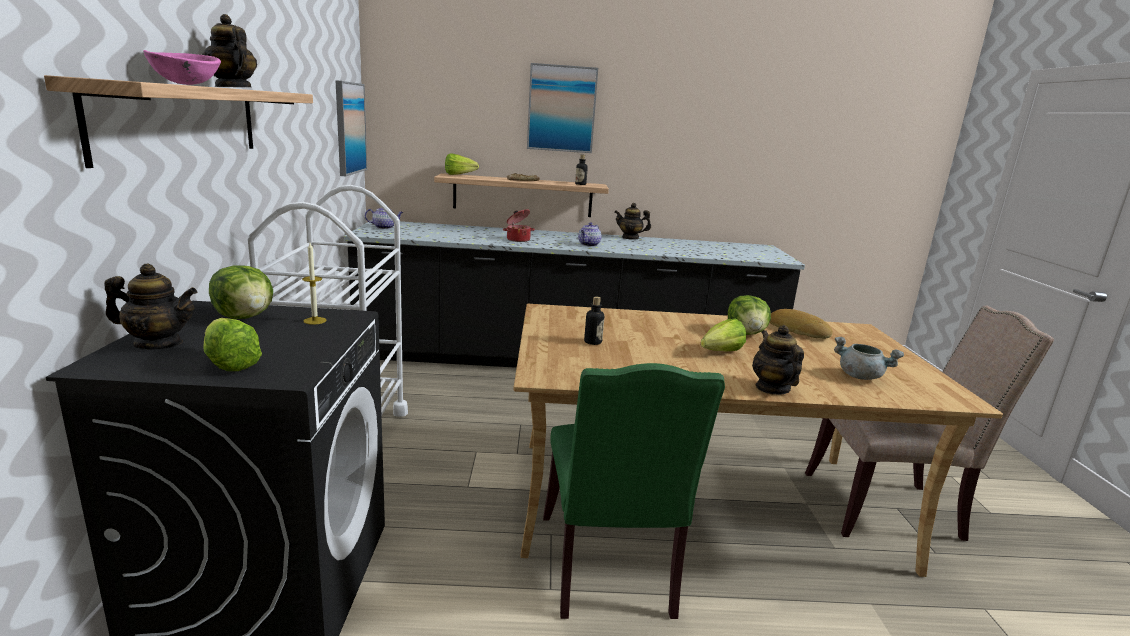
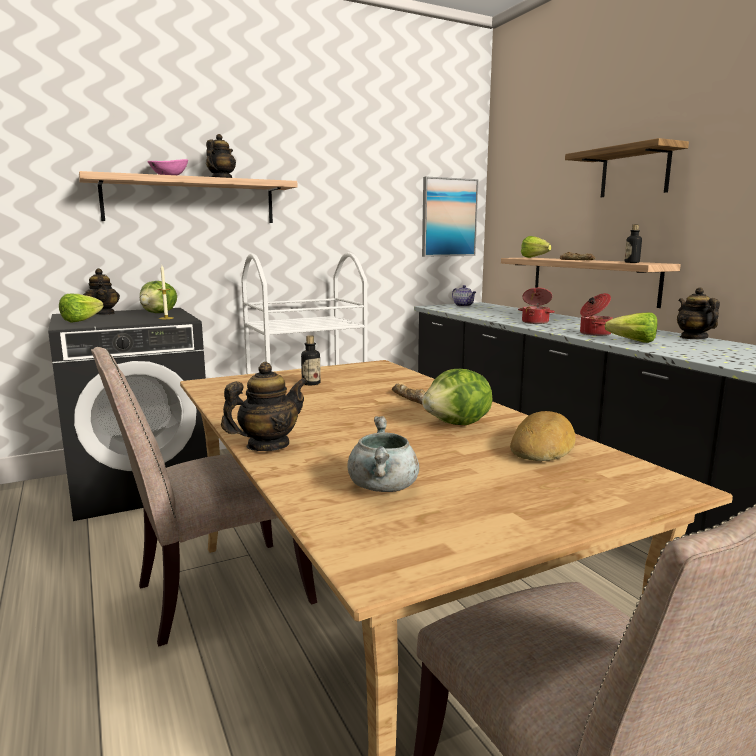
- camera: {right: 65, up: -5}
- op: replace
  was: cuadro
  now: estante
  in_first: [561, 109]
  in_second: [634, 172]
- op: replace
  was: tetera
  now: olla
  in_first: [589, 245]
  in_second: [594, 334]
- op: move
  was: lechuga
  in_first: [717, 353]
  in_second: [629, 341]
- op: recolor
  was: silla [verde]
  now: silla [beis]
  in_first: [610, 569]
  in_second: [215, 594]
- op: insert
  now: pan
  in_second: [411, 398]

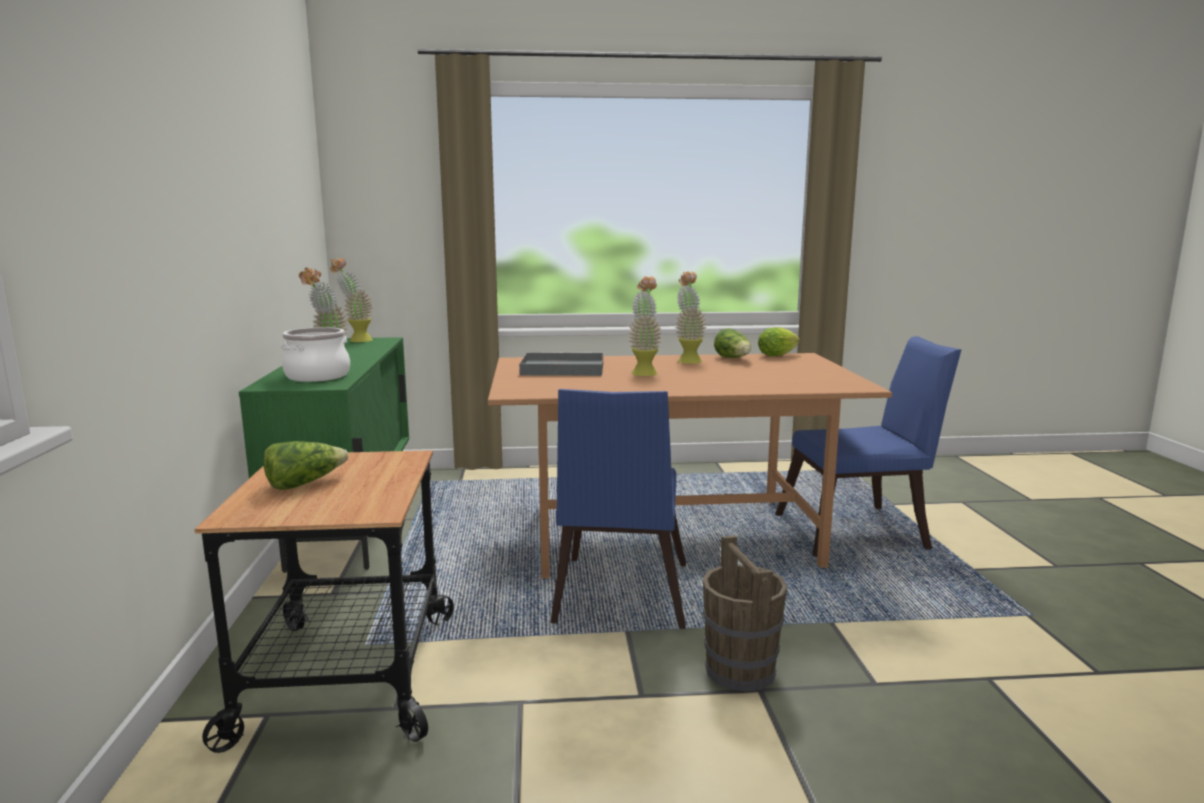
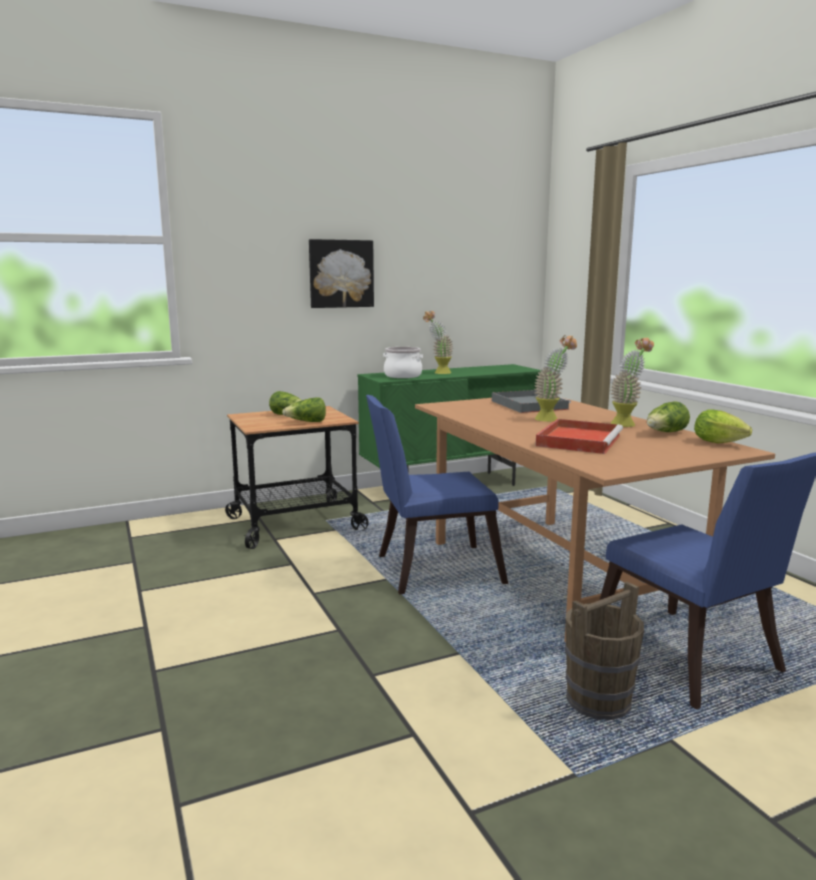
- camera: {right: 70, up: 0}
- op: delete
  was: planta en maceta
  in_first: [355, 340]
- op: move
  was: cubo [marrón]
  in_first: [740, 671]
  in_second: [597, 701]
- op: insert
  now: cuadro
  in_second: [340, 274]
- op: insert
  now: lechuga
  in_second: [307, 422]
- op: insert
  now: bandeja [rojo]
  in_second: [578, 440]

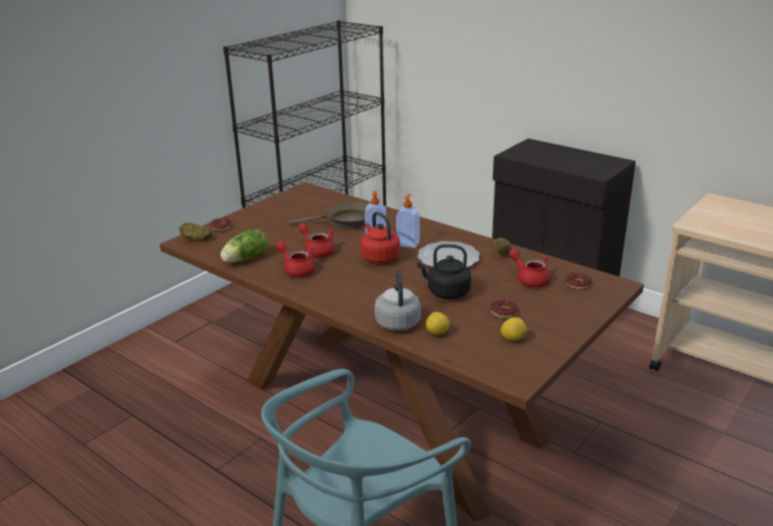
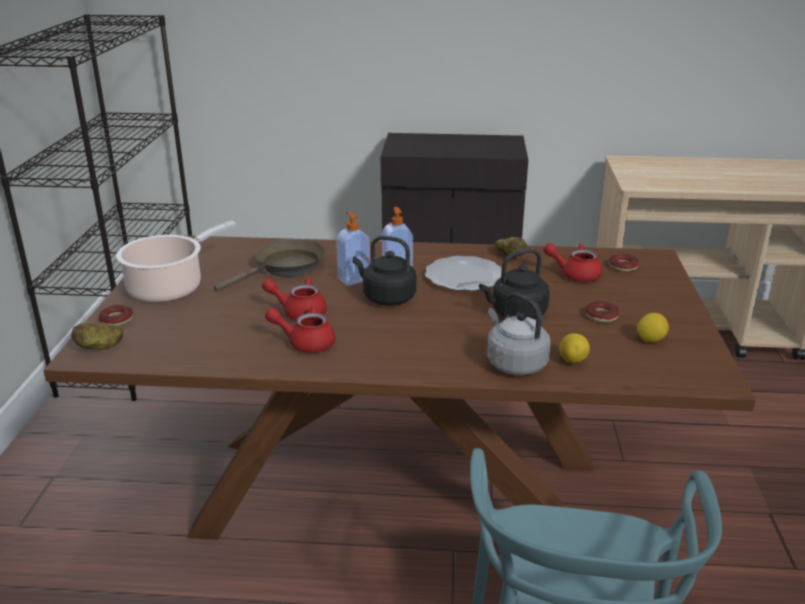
- camera: {right: -35, up: 0}
- op: recolor
  was: hervidor [rojo]
  now: hervidor [negro]
  in_first: [379, 257]
  in_second: [386, 297]
- op: delete
  was: lechuga
  in_first: [244, 259]
- op: insert
  now: olla
  in_second: [170, 287]

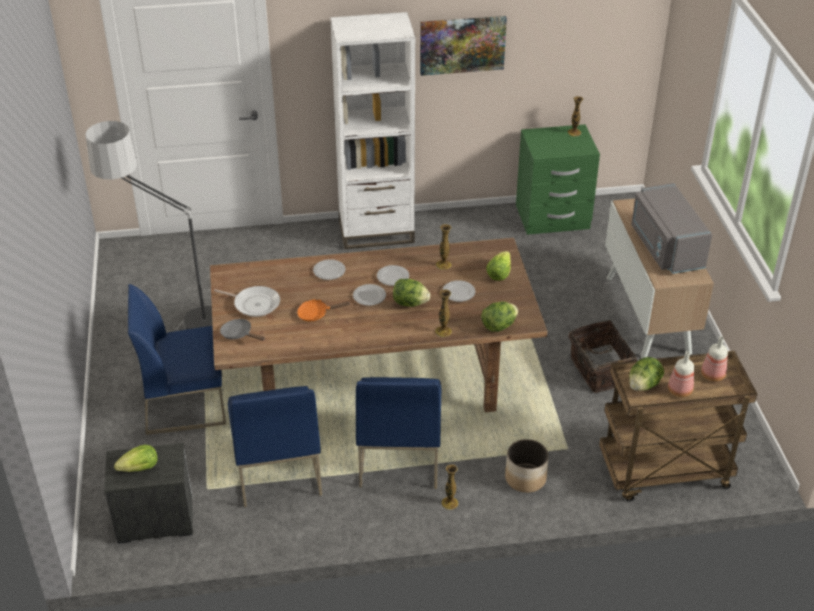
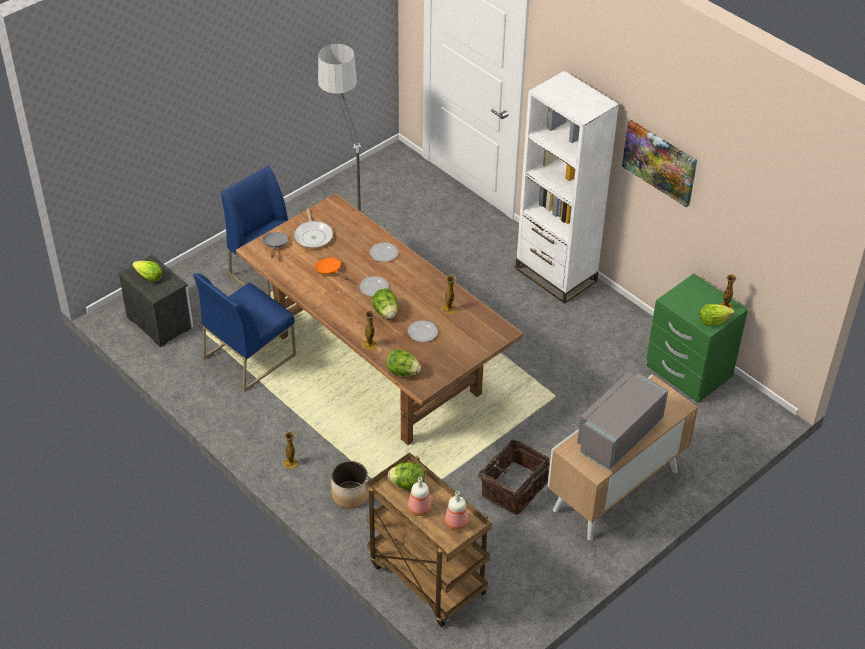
- camera: {right: 55, up: 5}
- op: move
  was: lechuga
  in_first: [499, 274]
  in_second: [713, 321]
- op: delete
  was: plato
  in_first: [393, 277]
- op: delete
  was: silla [azul]
  in_first: [398, 456]

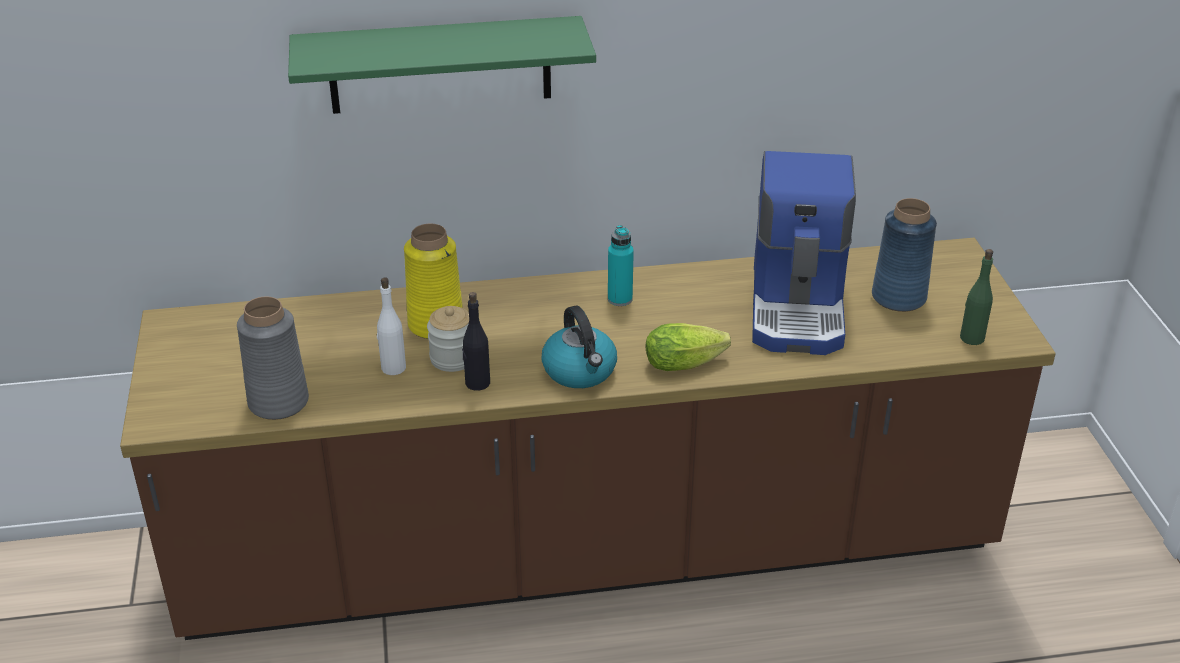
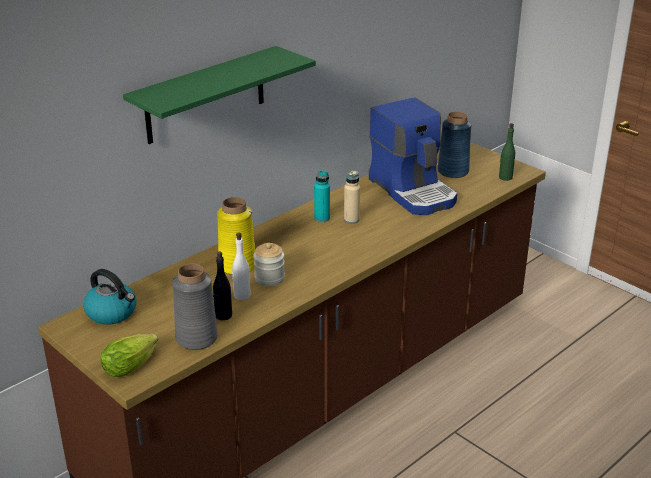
- camera: {right: -35, up: -5}
- op: move
  was: botella [negro]
  in_first: [477, 383]
  in_second: [223, 315]
- op: move
  was: hervidor
  in_first: [580, 371]
  in_second: [112, 313]
- op: move
  was: lechuga
  in_first: [688, 362]
  in_second: [133, 364]
- op: insert
  now: botella [beis]
  in_second: [351, 220]

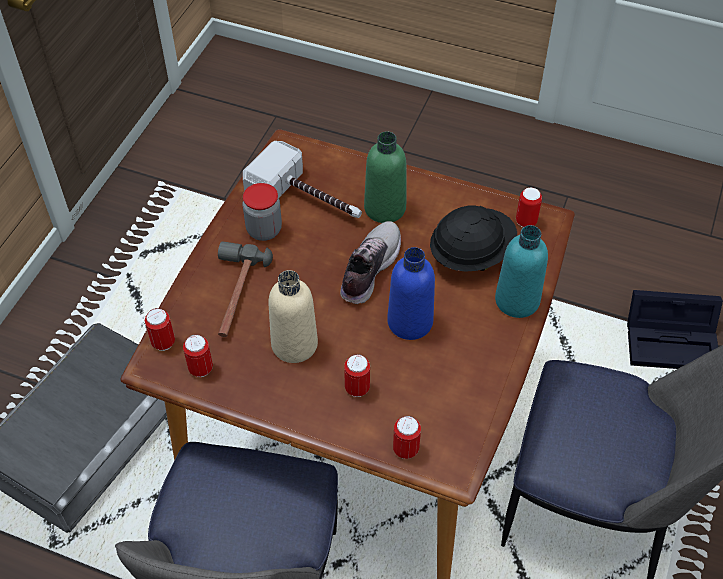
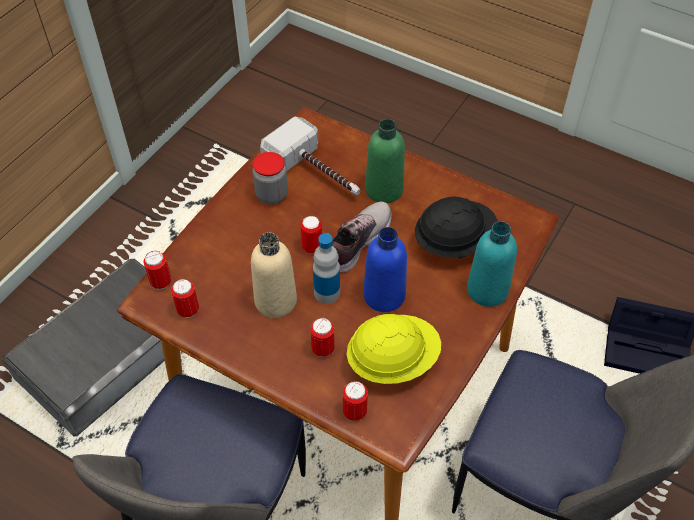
- camera: {right: 10, up: 0}
- op: move
  was: lata
  in_first: [526, 221]
  in_second: [312, 247]
- op: delete
  was: martillo
  in_first: [235, 295]
- op: insert
  now: botella
  in_second: [327, 292]
- op: insert
  now: casco [amarillo]
  in_second: [392, 361]

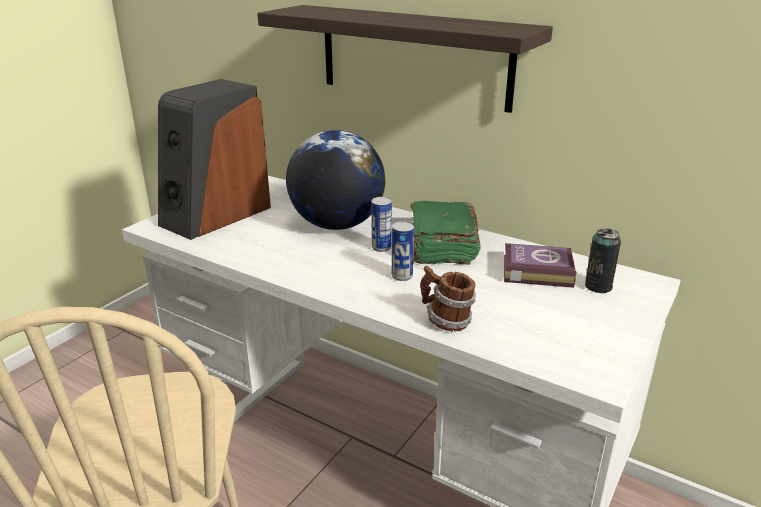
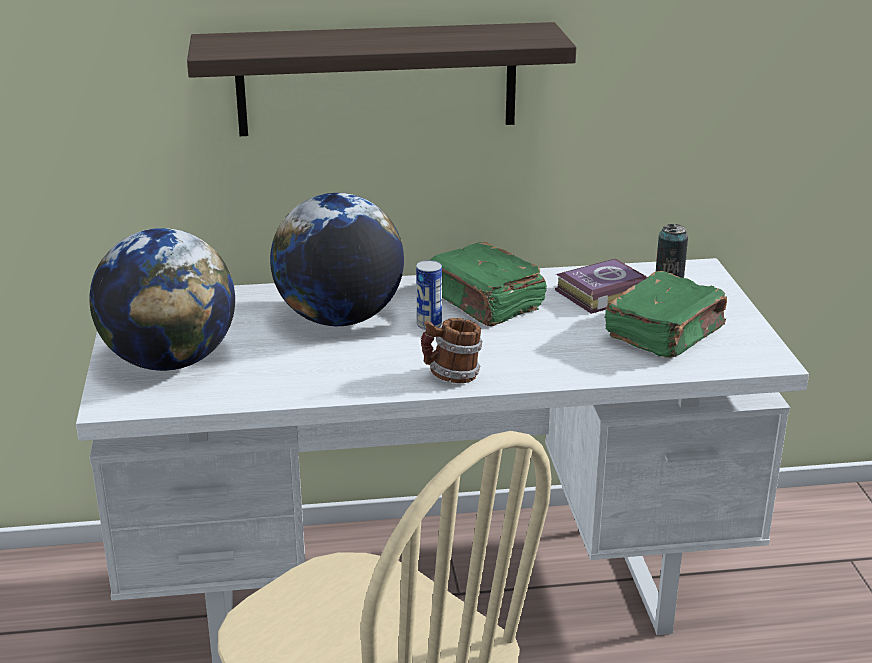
- camera: {right: -40, up: 0}
- op: replace
  was: altavoz
  now: globo terráqueo
  in_first: [215, 215]
  in_second: [170, 361]
- op: delete
  was: lata
  in_first: [402, 276]
- op: move
  was: taza grande
  in_first: [446, 321]
  in_second: [451, 376]
- op: insert
  now: libro [verde]
  in_second: [666, 334]

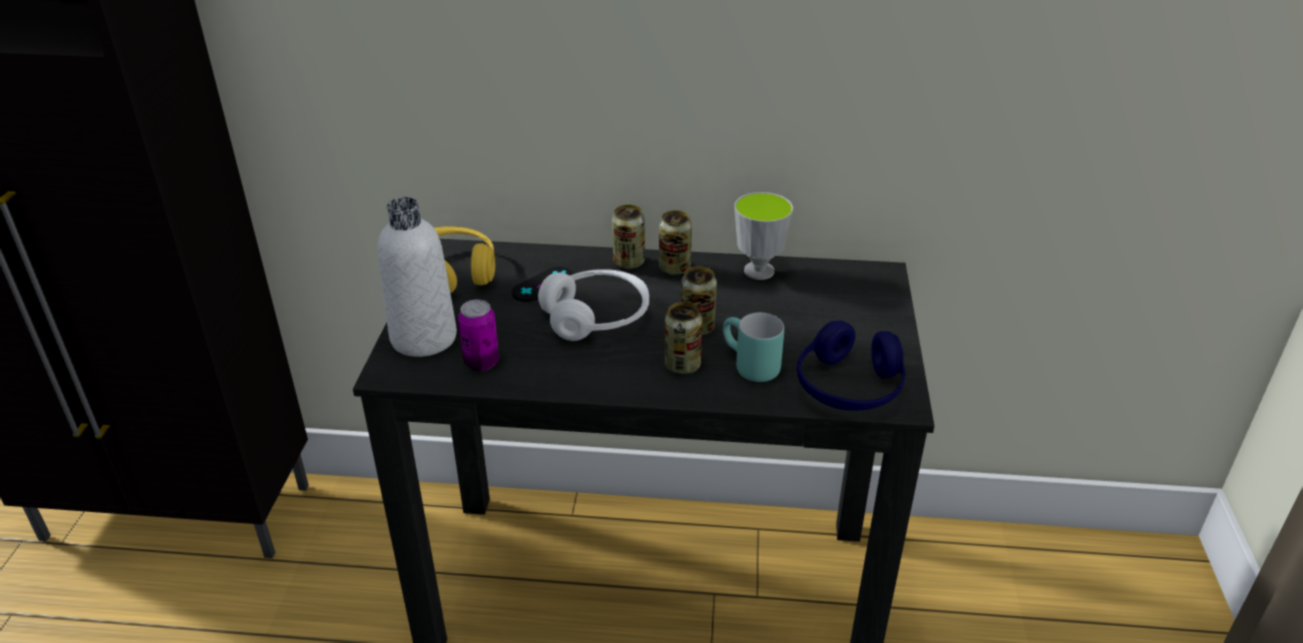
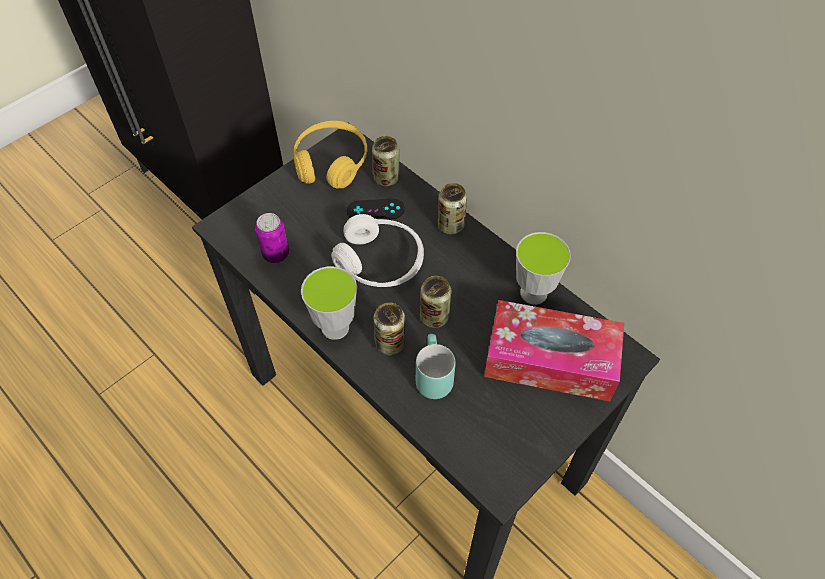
- camera: {right: 40, up: 20}
- op: delete
  was: botella [blanco]
  in_first: [423, 338]
- op: move
  was: lata
  in_first: [674, 268]
  in_second: [386, 178]
- op: delete
  was: auriculares [azul]
  in_first: [849, 387]
- op: insert
  now: taza
  in_second: [335, 327]
- op: insert
  now: caja de pañuelos
  in_second: [550, 360]

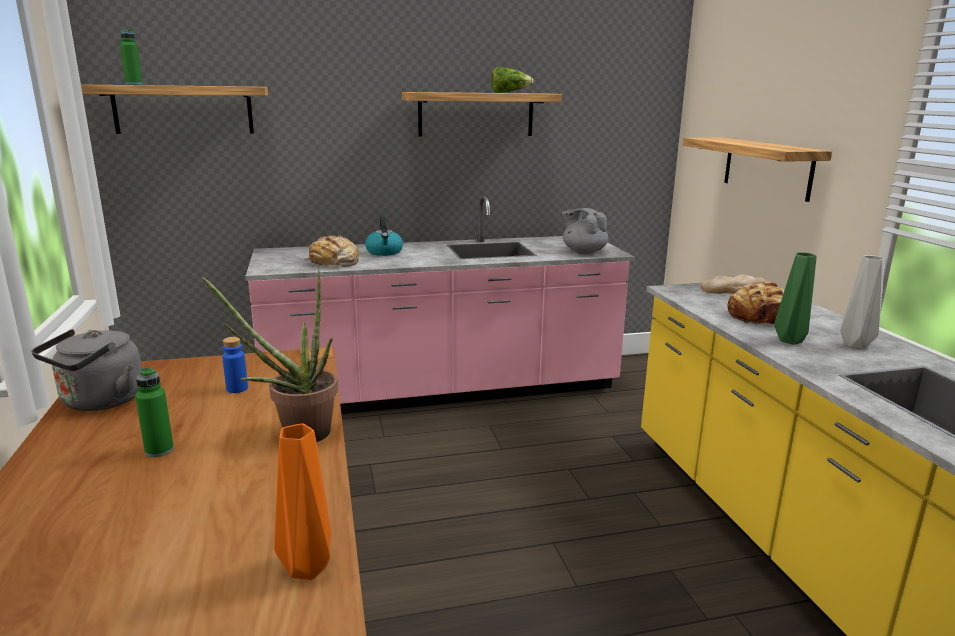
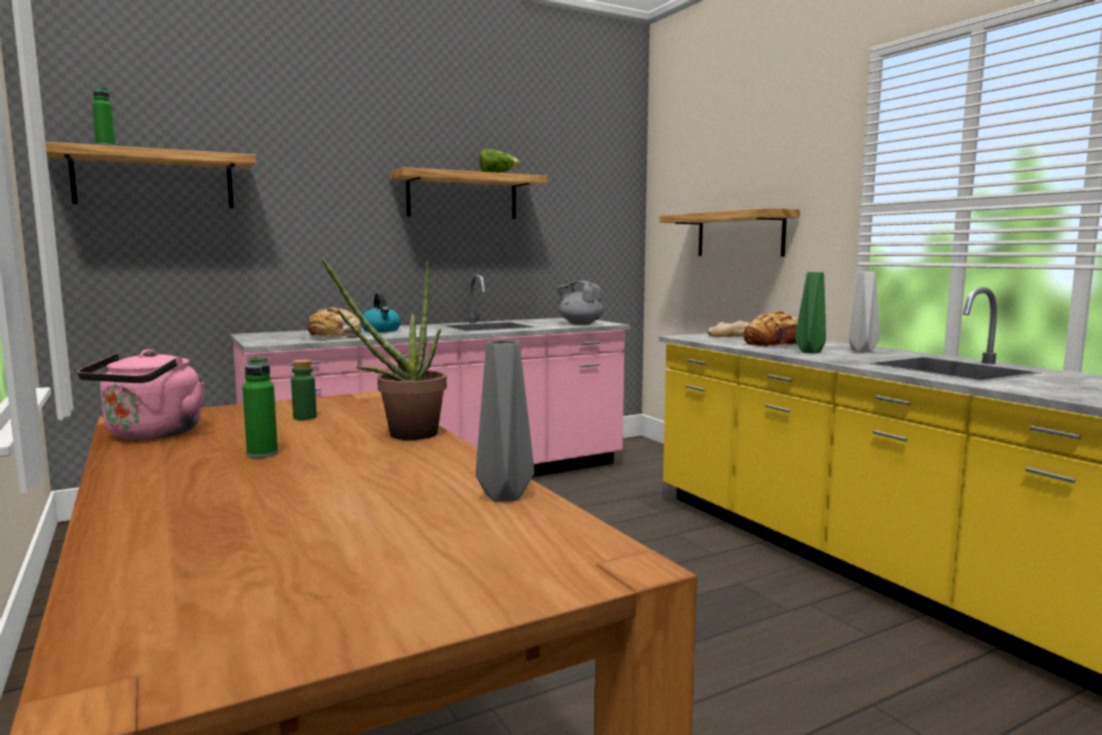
- camera: {right: -15, up: -10}
- op: recolor
  was: hervidor [gris]
  now: hervidor [rosa]
  in_first: [99, 402]
  in_second: [151, 434]
- op: recolor
  was: botella [azul]
  now: botella [verde]
  in_first: [237, 388]
  in_second: [305, 417]
- op: recolor
  was: florero [naranja]
  now: florero [gris]
  in_first: [304, 568]
  in_second: [502, 496]

